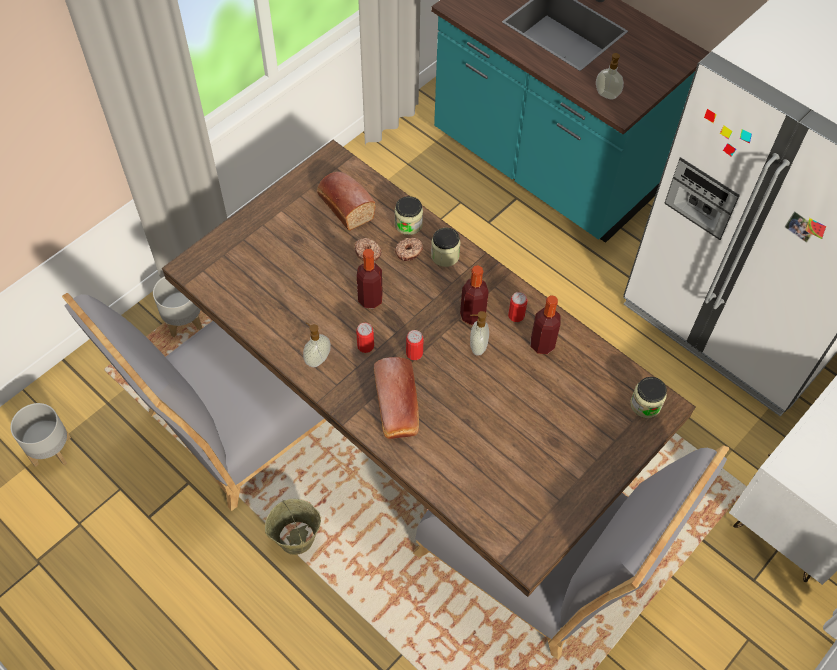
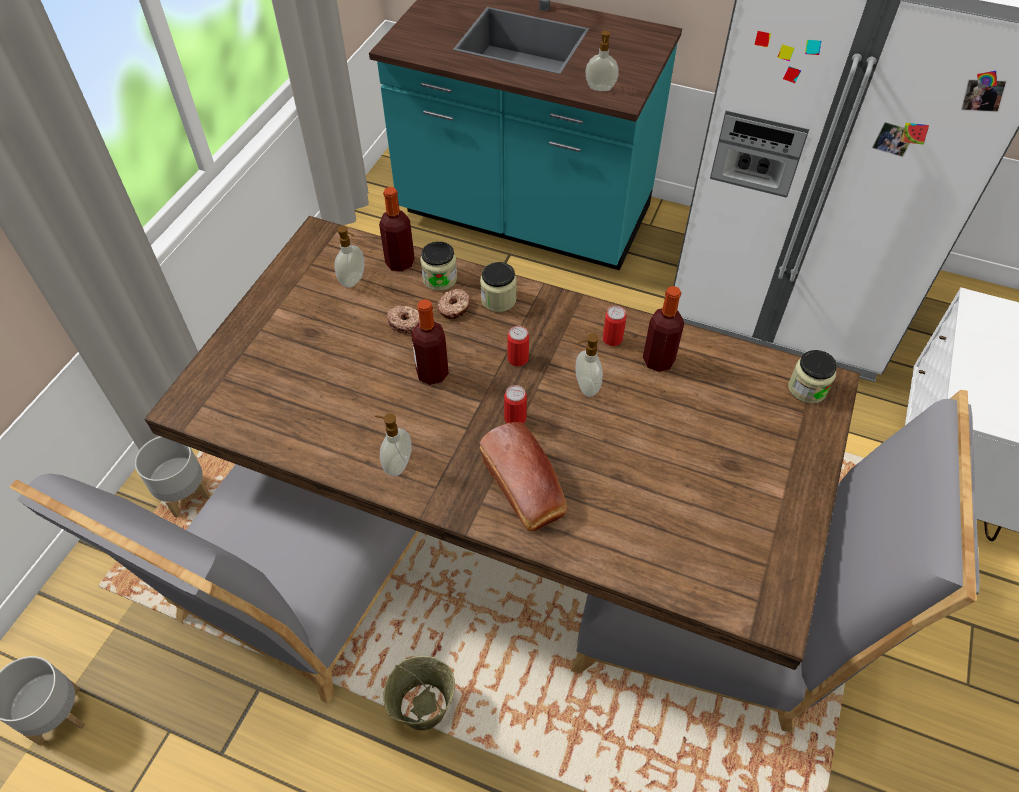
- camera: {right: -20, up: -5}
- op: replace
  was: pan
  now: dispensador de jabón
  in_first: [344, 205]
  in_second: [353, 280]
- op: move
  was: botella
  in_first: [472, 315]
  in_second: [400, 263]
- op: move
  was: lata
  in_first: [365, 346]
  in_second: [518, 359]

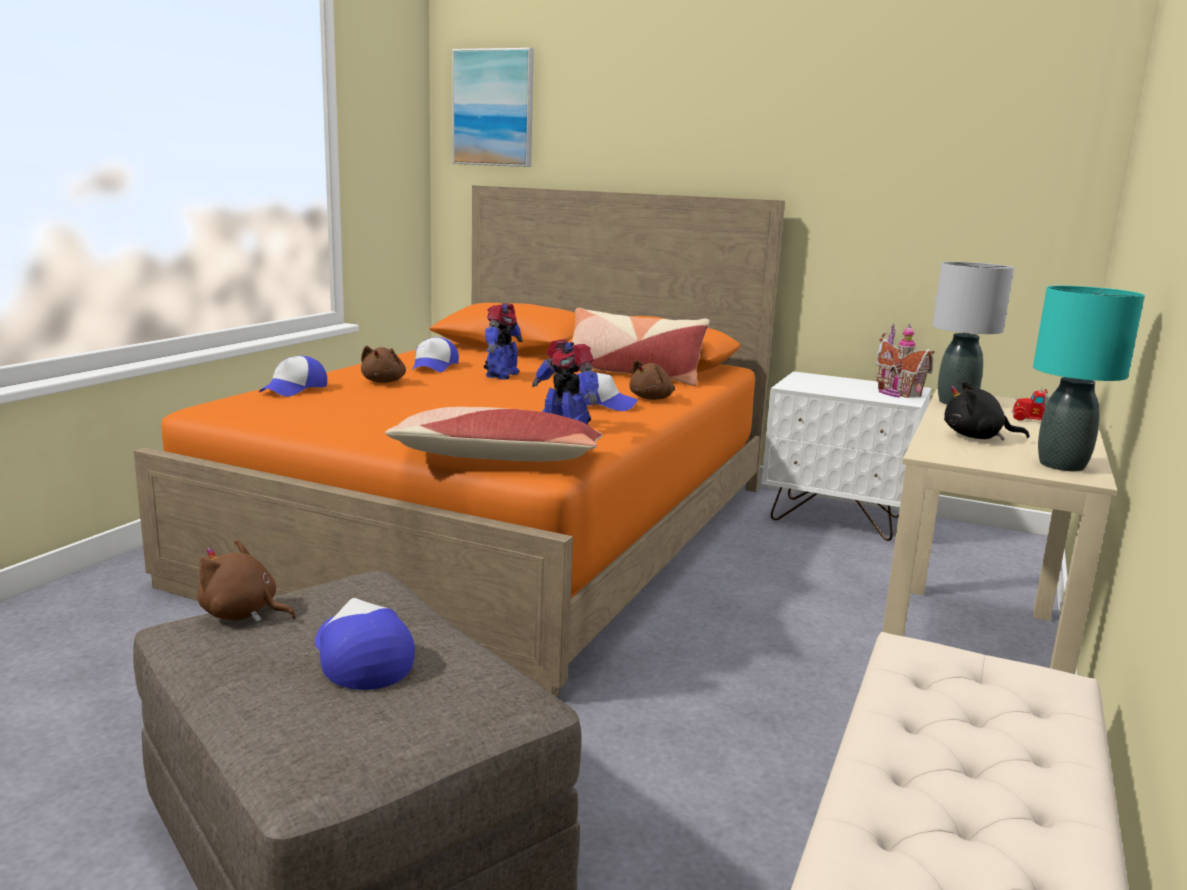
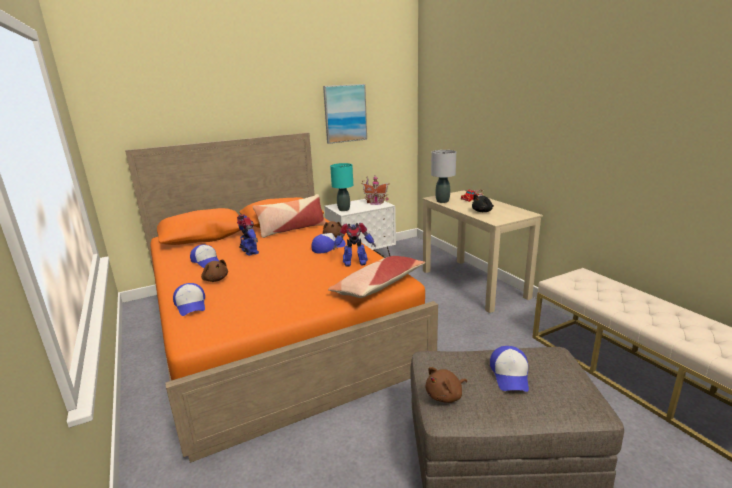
- camera: {right: -50, up: 5}
- op: move
  was: cuadro
  in_first: [493, 108]
  in_second: [345, 113]
- op: move
  was: lámpara de mesa [turquesa]
  in_first: [1062, 465]
  in_second: [344, 209]
- op: rotate
  was: gorra
  in_first: [360, 657]
  in_second: [510, 375]
  clockwise: -90

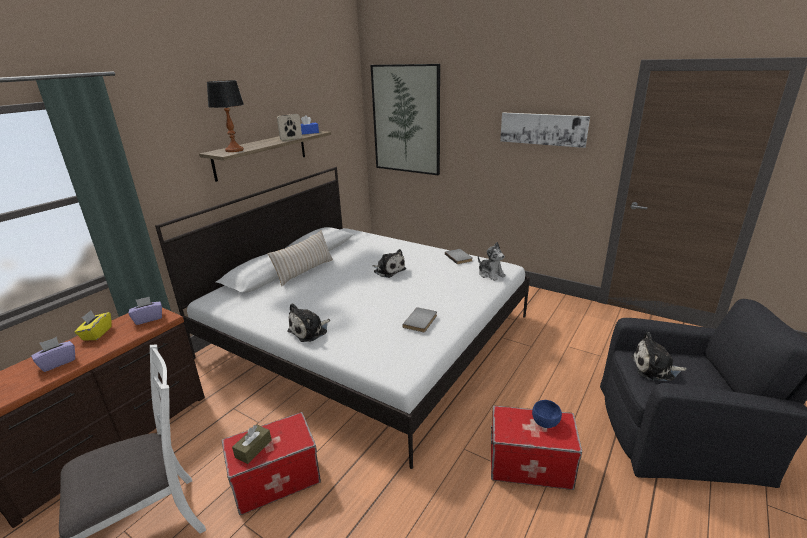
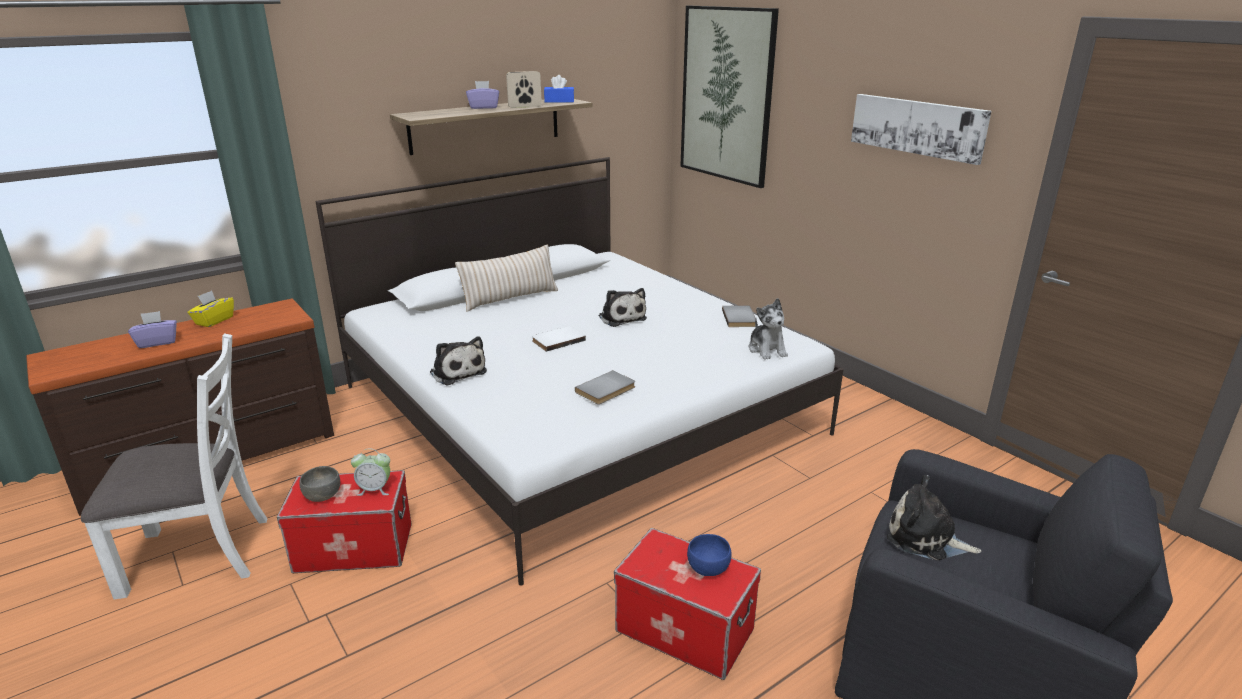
- camera: {right: 20, up: 0}
- op: delete
  was: lámpara de mesa
  in_first: [234, 150]
- op: move
  was: caja de pañuelos [morado]
  in_first: [148, 318]
  in_second: [483, 107]
- op: rotate
  was: peluche
  in_first: [310, 331]
  in_second: [457, 372]
  clockwise: -105
- op: replace
  was: caja de pañuelos [marrón]
  now: cuenco [gris]
  in_first: [253, 449]
  in_second: [322, 495]
- op: insert
  now: libro [blanco]
  in_second: [557, 340]
- op: insert
  now: despertador
  in_second: [375, 489]

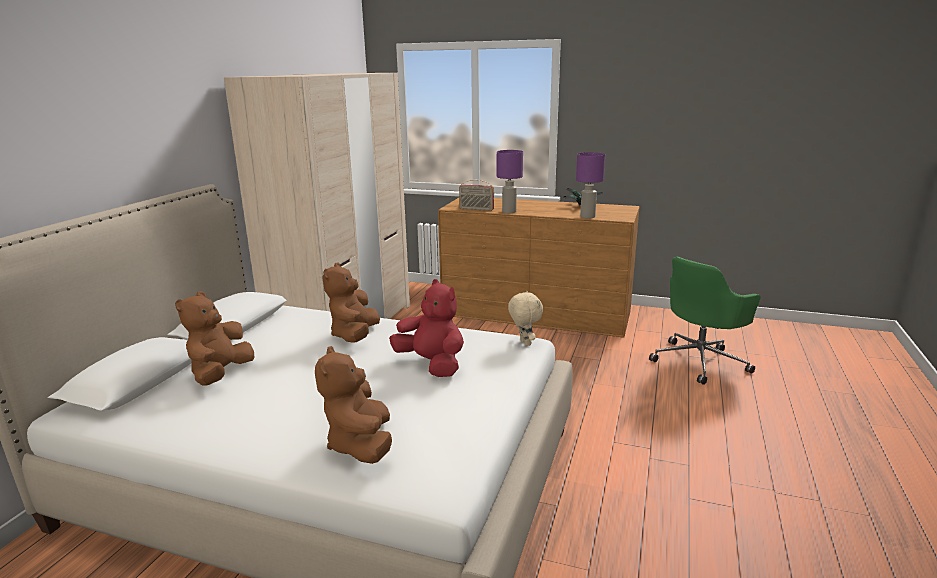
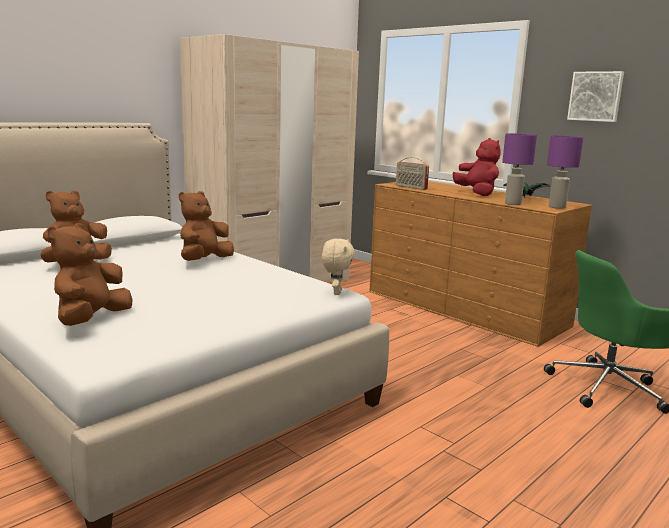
- camera: {right: 25, up: -5}
- op: move
  was: lámpara de mesa [morado]
  in_first: [508, 212]
  in_second: [556, 207]
- op: move
  was: peluche [rojo]
  in_first: [432, 364]
  in_second: [477, 193]
- op: insert
  now: cuadro
  in_second: [595, 96]

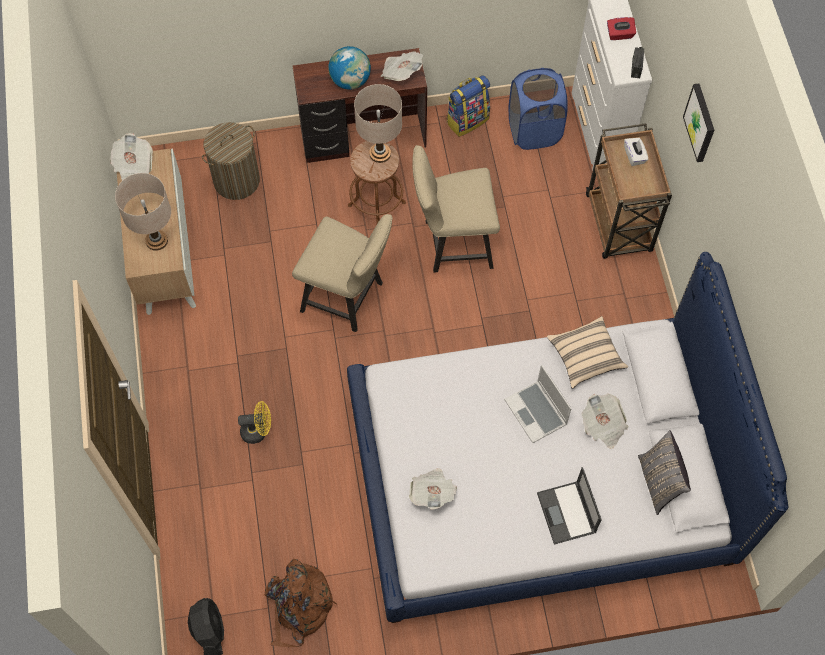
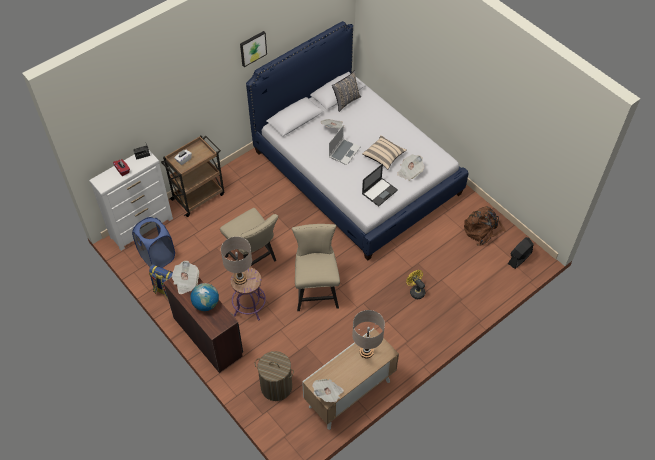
- camera: {right: -120, up: -10}
- op: move
  was: cuadro
  in_first: [701, 122]
  in_second: [252, 48]
- op: recolor
  was: taburete [marrón]
  now: taburete [morado]
  in_first: [376, 204]
  in_second: [249, 307]
- op: move
  was: cojín [beis]
  in_first: [585, 357]
  in_second: [383, 156]
- op: move
  was: portátil
  in_first: [566, 513]
  in_second: [379, 191]

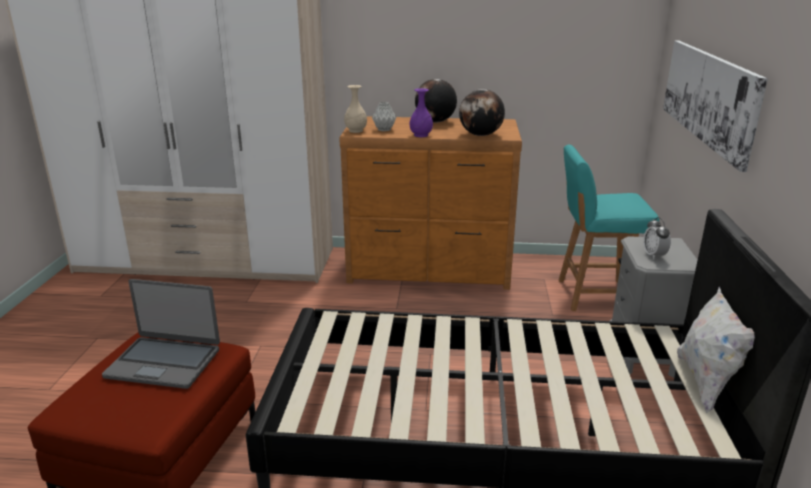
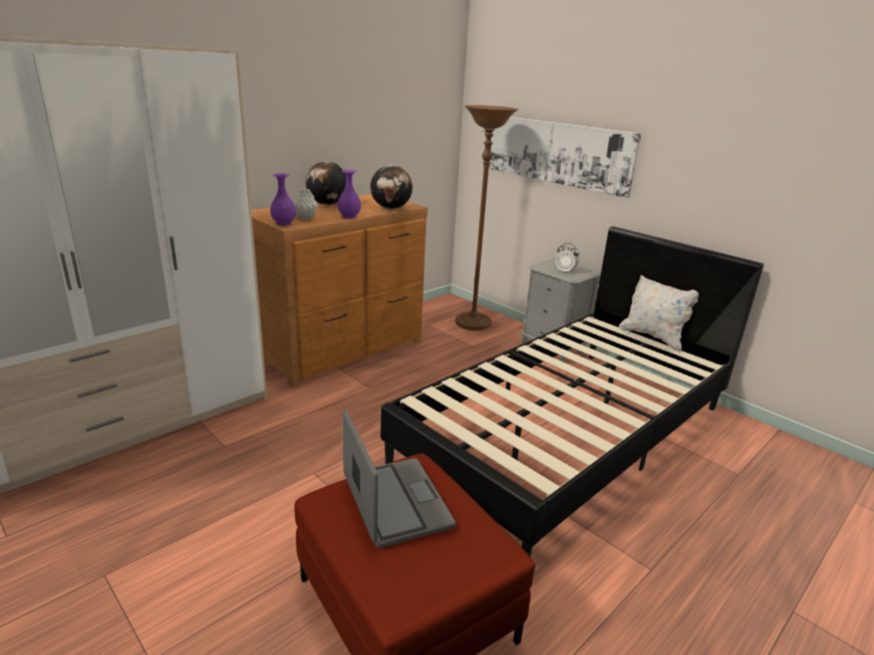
- camera: {right: -50, up: 0}
- op: recolor
  was: florero [beis]
  now: florero [morado]
  in_first: [355, 131]
  in_second: [283, 223]
- op: replace
  was: silla [turquesa]
  now: lámpara de pie [marrón]
  in_first: [594, 295]
  in_second: [473, 324]
- op: rotate
  was: portátil
  in_first: [164, 362]
  in_second: [395, 502]
  clockwise: -75

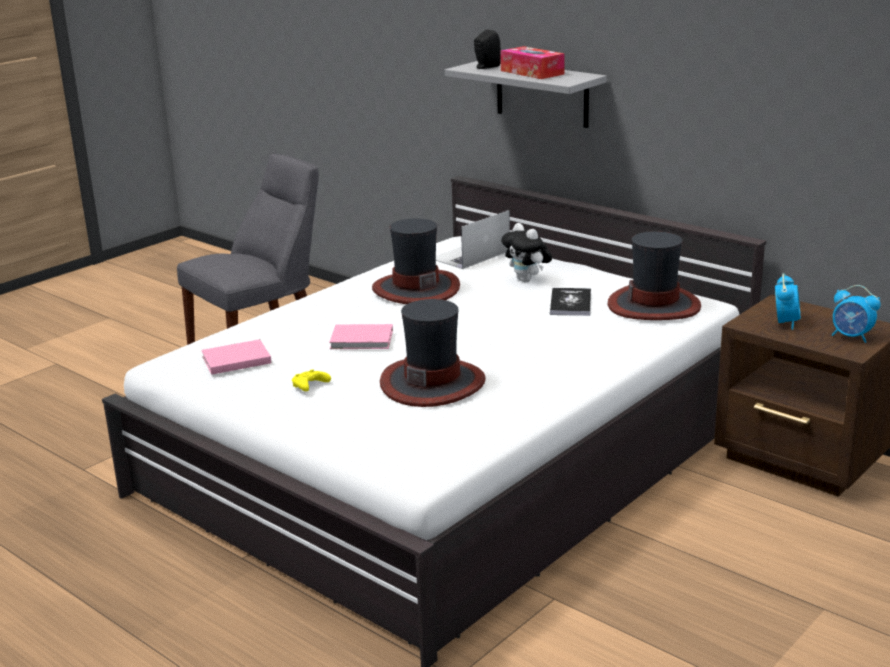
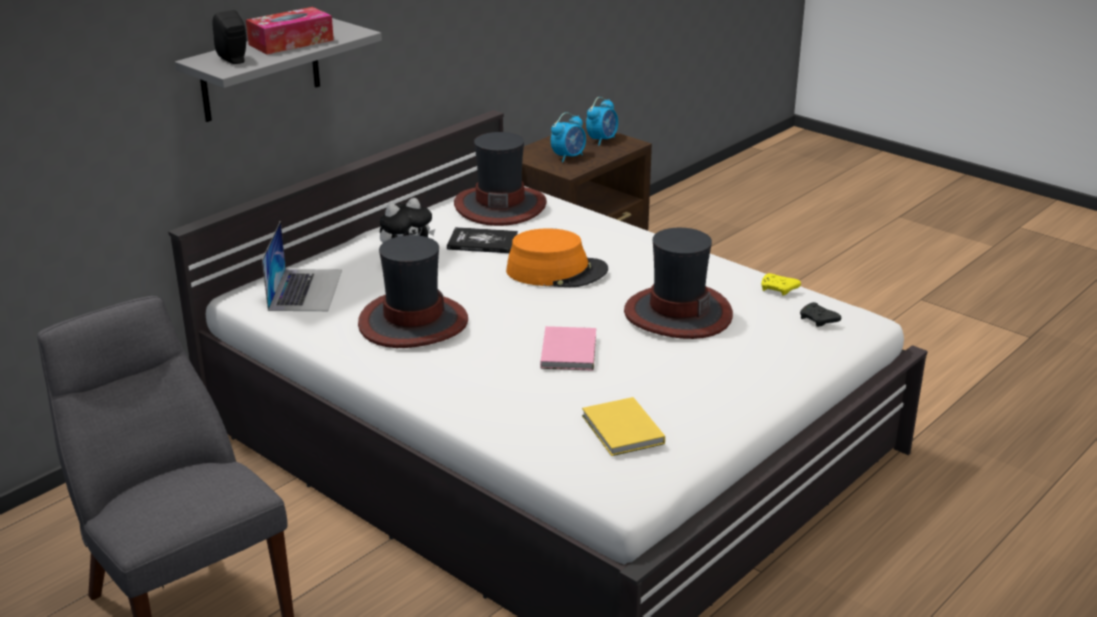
- camera: {right: -90, up: 5}
- op: rotate
  was: portátil
  in_first: [470, 255]
  in_second: [305, 289]
  clockwise: -135
- op: rotate
  was: despertador
  in_first: [785, 322]
  in_second: [569, 157]
  clockwise: 120
- op: recolor
  was: libro [rosa]
  now: libro [amarillo]
  in_first: [234, 360]
  in_second: [622, 431]
- op: move
  was: mando de consola [amarillo]
  in_first: [309, 387]
  in_second: [779, 290]
- op: insert
  now: sombrero [naranja]
  in_second: [557, 271]
- op: insert
  now: mando de consola [negro]
  in_second: [818, 321]

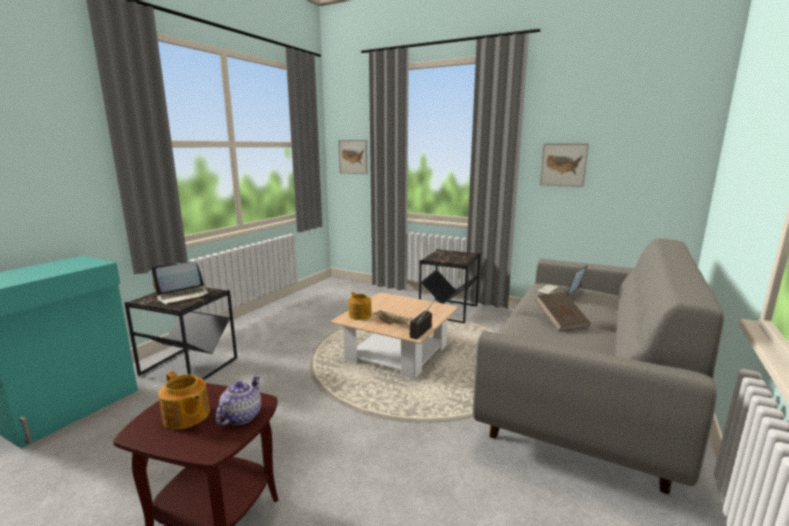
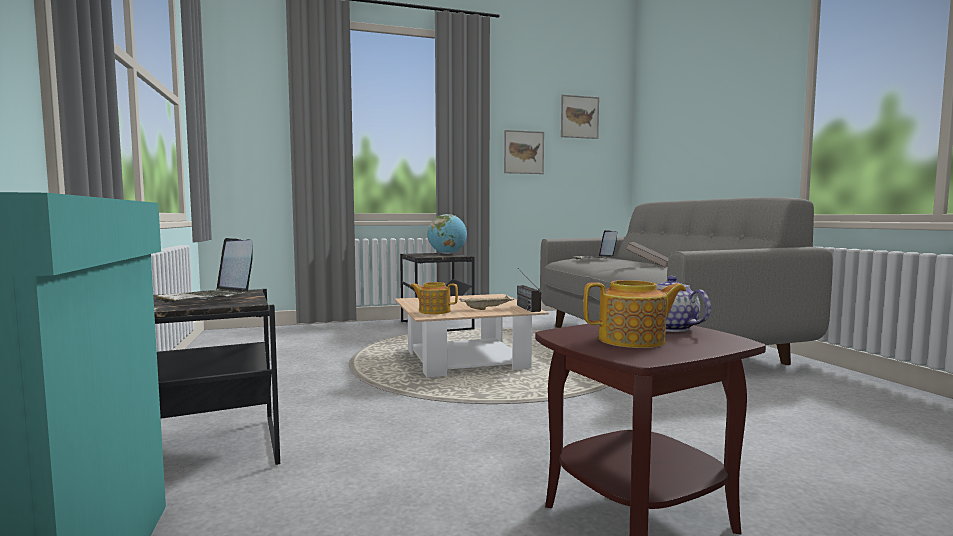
- camera: {right: -45, up: -10}
- op: move
  was: cuadro
  in_first: [353, 157]
  in_second: [579, 117]
- op: rotate
  was: portátil
  in_first: [183, 296]
  in_second: [208, 298]
  clockwise: 120
- op: insert
  now: globo terráqueo
  in_second: [447, 254]

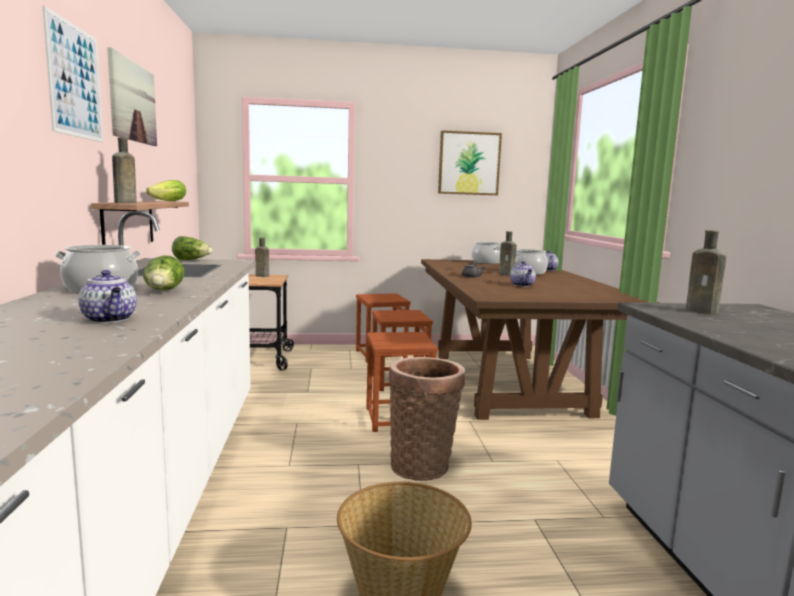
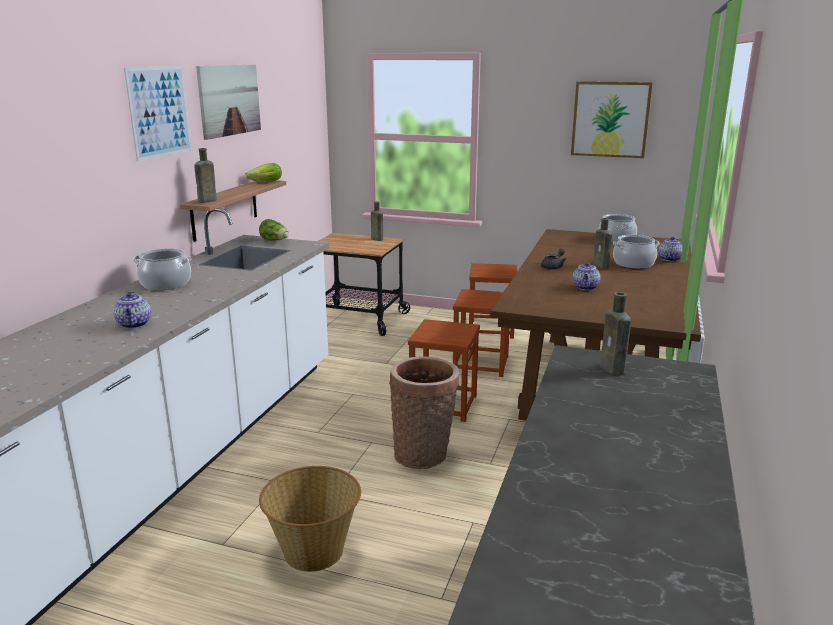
- camera: {right: 25, up: 10}
- op: delete
  was: lechuga
  in_first: [164, 291]

